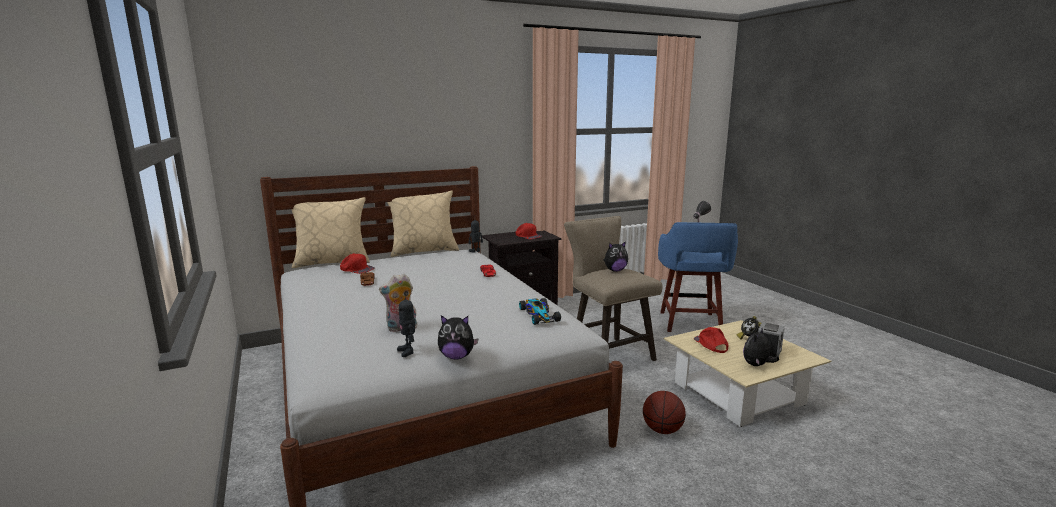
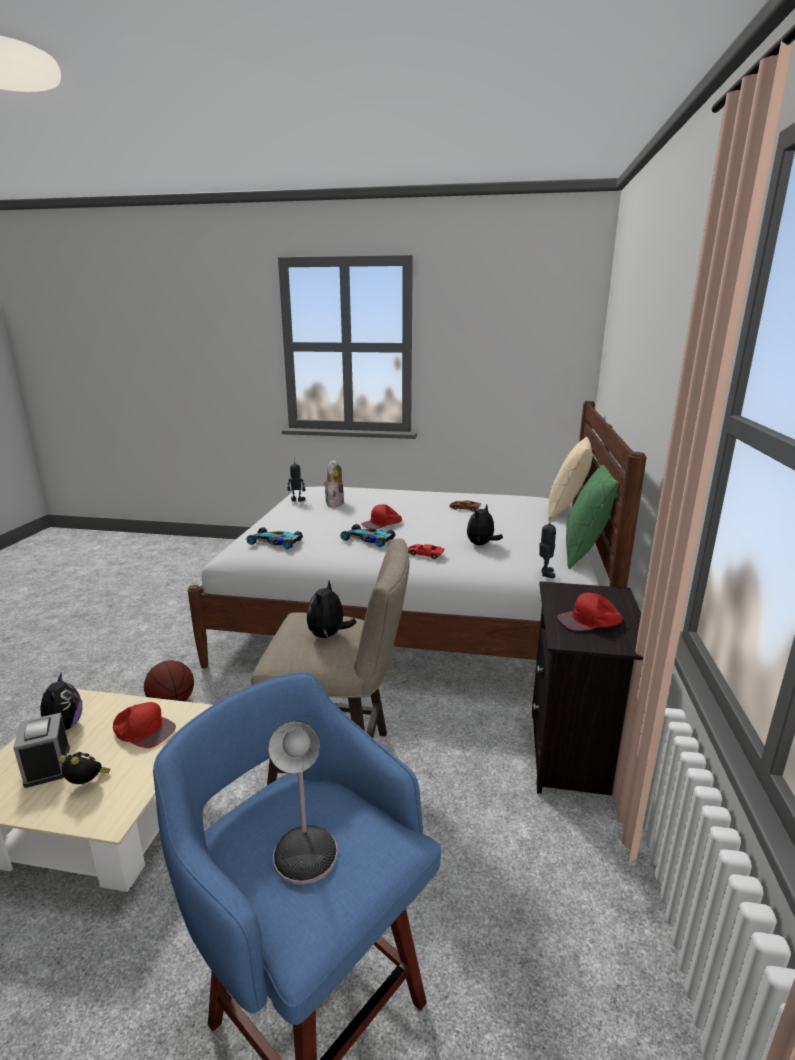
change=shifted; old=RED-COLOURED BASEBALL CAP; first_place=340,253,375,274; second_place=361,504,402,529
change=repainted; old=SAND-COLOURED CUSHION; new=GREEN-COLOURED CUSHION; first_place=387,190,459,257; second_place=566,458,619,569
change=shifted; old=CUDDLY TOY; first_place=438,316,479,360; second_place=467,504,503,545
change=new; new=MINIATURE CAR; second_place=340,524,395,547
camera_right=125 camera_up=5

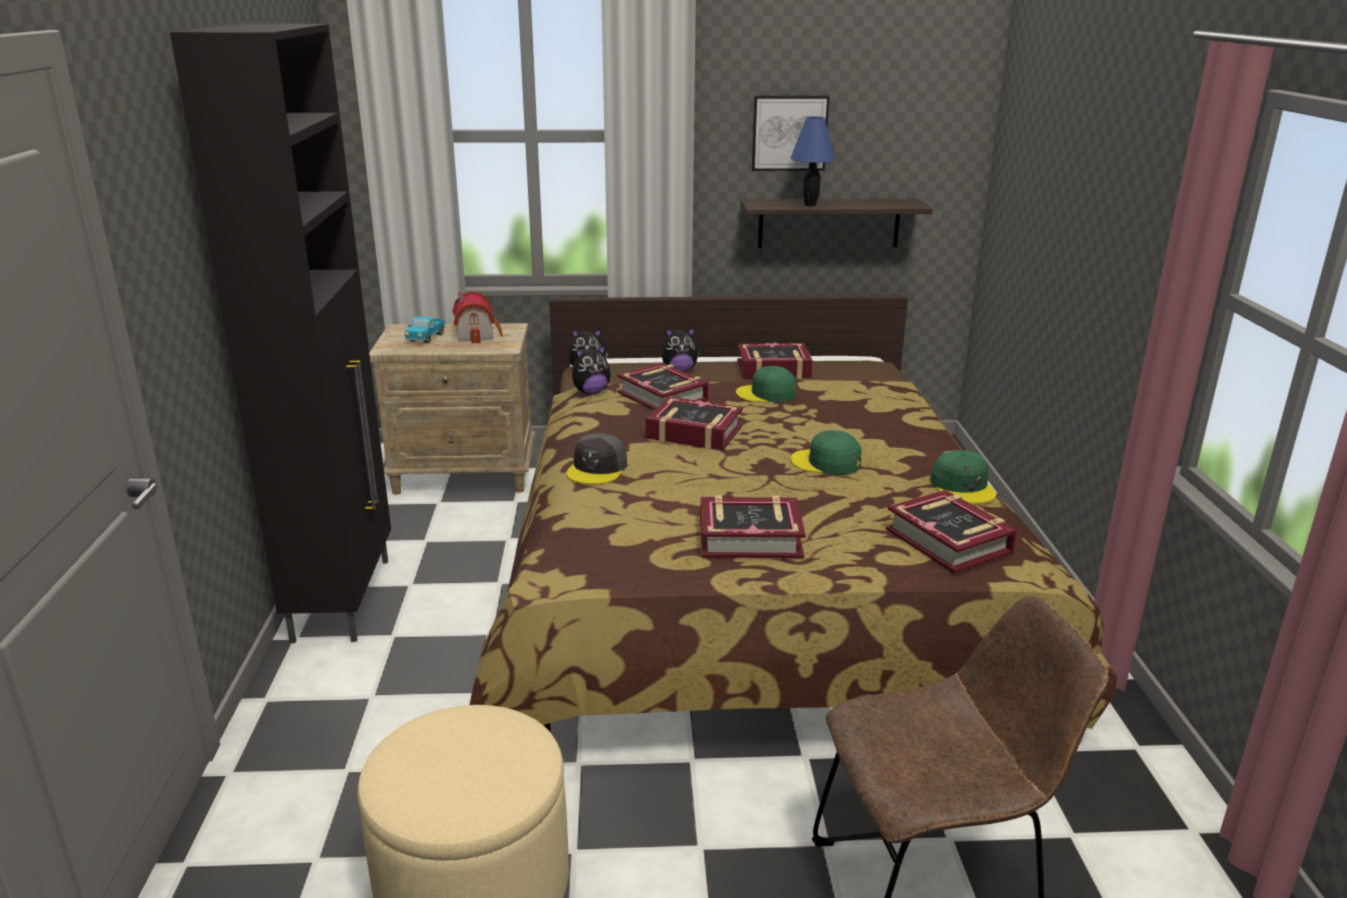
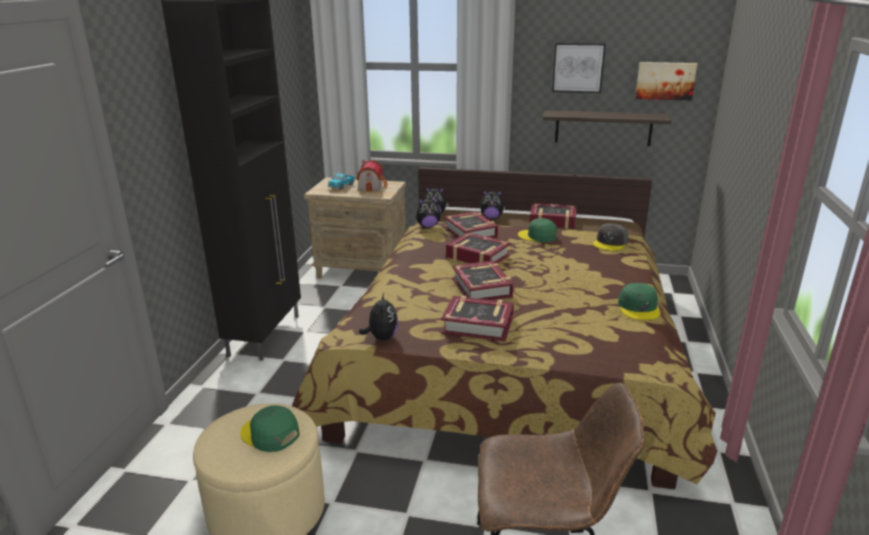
change=shifted; old=GRAY BASEBALL CAP; first_place=566,433,627,484; second_place=593,223,629,251
change=gone; old=BLUISH TABLETOP LAMP; first_place=791,116,836,206
change=shifted; old=GREEN-COLOURED BASEBALL CAP; first_place=791,430,862,475; second_place=240,405,300,452
change=shifted; old=BOUND BOOK; first_place=886,490,1017,574; second_place=452,261,514,300
change=new; new=CUDDLY TOY; second_place=359,293,398,340
change=new; new=PICTURE; second_place=636,62,697,100
camera_right=15 camera_up=0

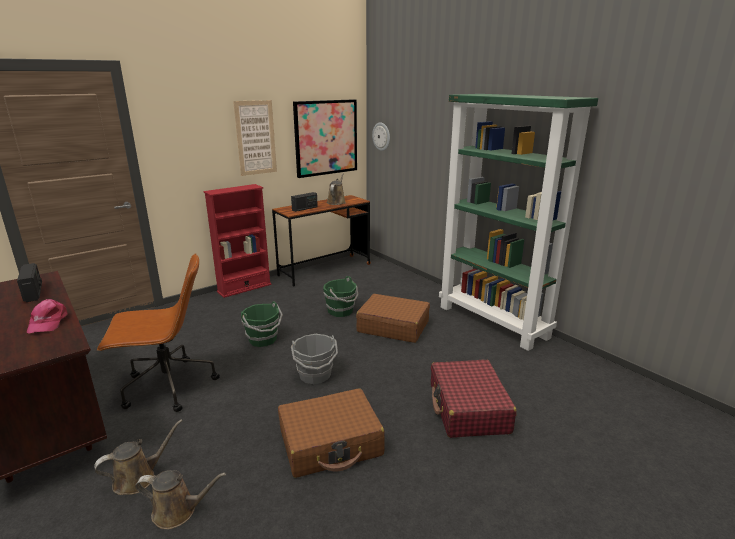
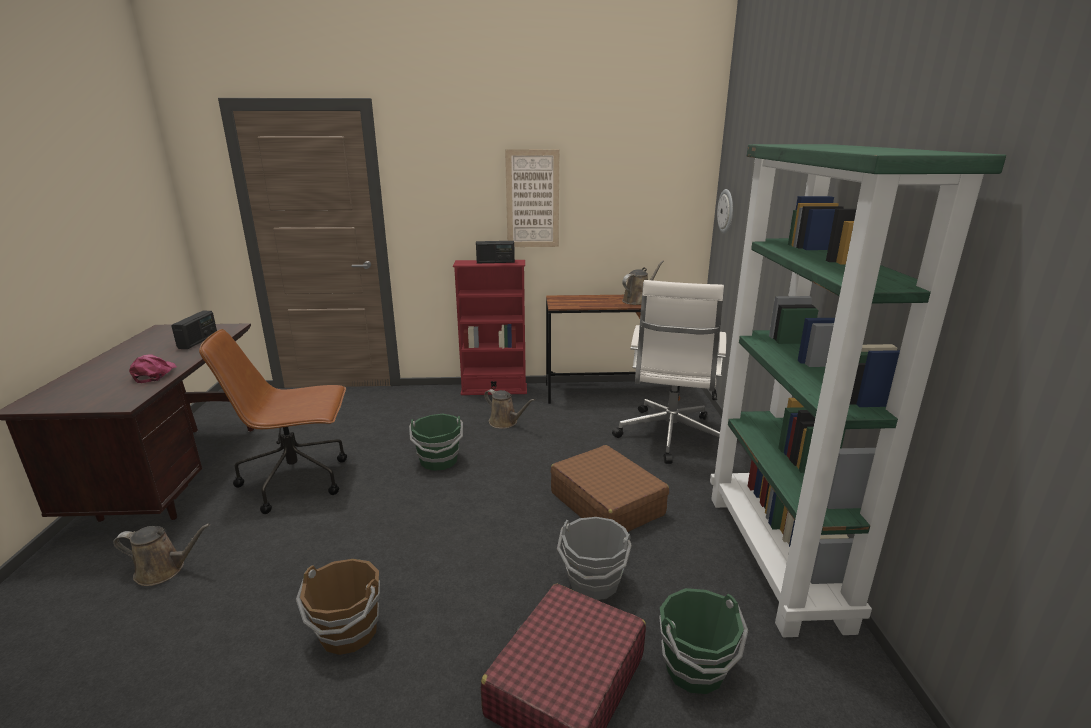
change=rotated; old=PINKISH BASEBALL CAP; first_place=27,299,68,333; second_place=129,354,177,383; degrees=150
change=rotated; old=BROWNISH COMPUTER CHAIR; first_place=97,253,220,412; second_place=199,329,347,514; degrees=150
change=shifted; old=BROWNISH SPRINKLING CAN; first_place=135,470,226,529; second_place=484,389,535,429
change=swapped; old=BROWNISH PIECE OF LUGGAGE; new=BROWNISH WATER BUCKET; first_place=278,388,385,478; second_place=296,559,380,655
change=shifted; old=RADIO SET; first_place=291,192,318,212; second_place=476,241,515,263
change=shifted; old=GRAY WATER BUCKET; first_place=291,334,338,384; second_place=557,517,632,600
change=gone; old=PICTURE; first_place=293,99,357,178
change=shifted; old=GREEN-COLOURED WATER BUCKET; first_place=323,276,358,317; second_place=659,588,748,694
change=new; new=WHITE-COLOURED COMPUTER CHAIR; second_place=612,280,726,464
camera_right=35 camera_up=0

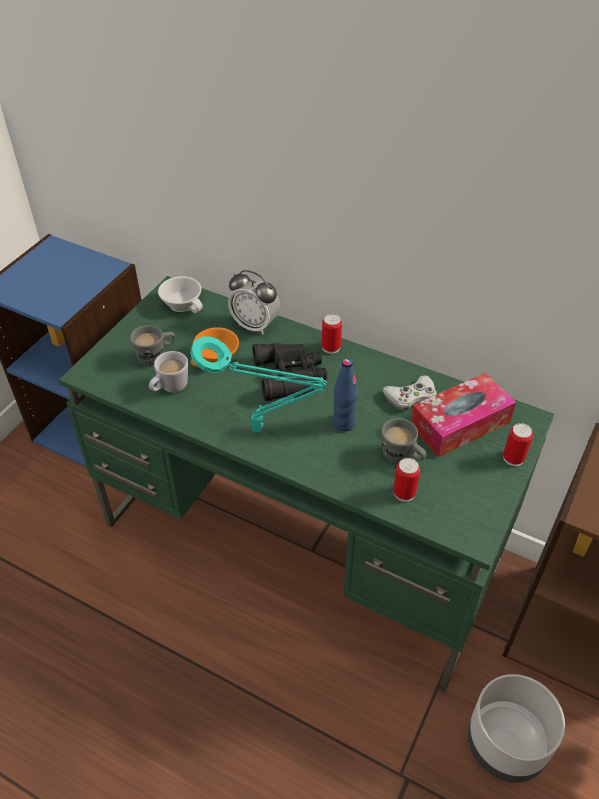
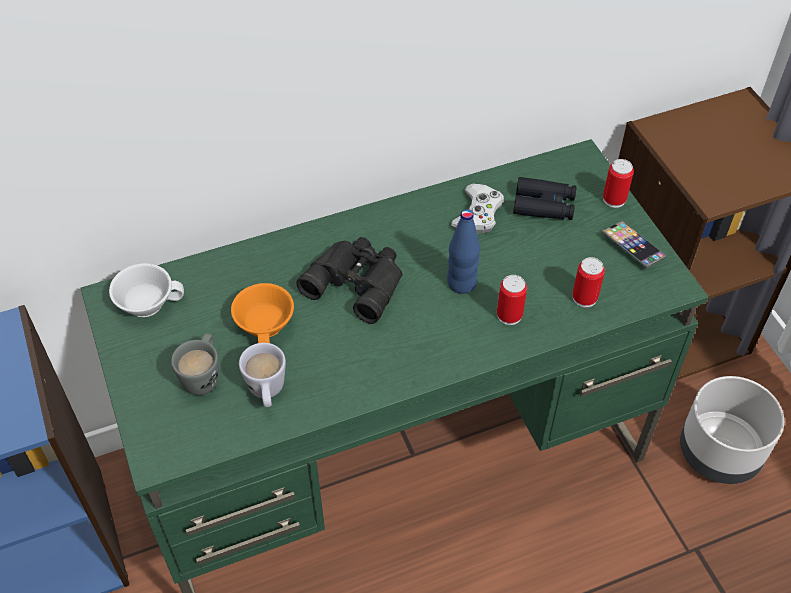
change=gone; old=BLUE-GREEN TABLETOP LAMP; first_place=190,336,327,433
change=gone; old=TABLE CLOCK; first_place=228,270,280,335
change=shifted; old=CAN; first_place=322,314,342,354; second_place=497,275,527,325
change=gone; old=GRAY TEA MUG; first_place=381,418,426,463
change=swapped; old=TISSUE BOX; new=BLACK BINOCULARS; first_place=411,373,516,457; second_place=513,177,576,220
change=new; new=PHONE; second_place=601,221,668,269
camera_right=-50 camera_up=5

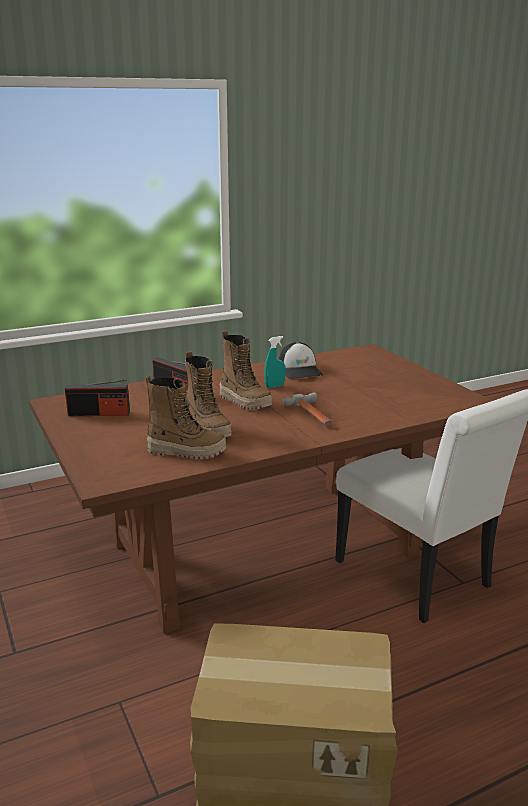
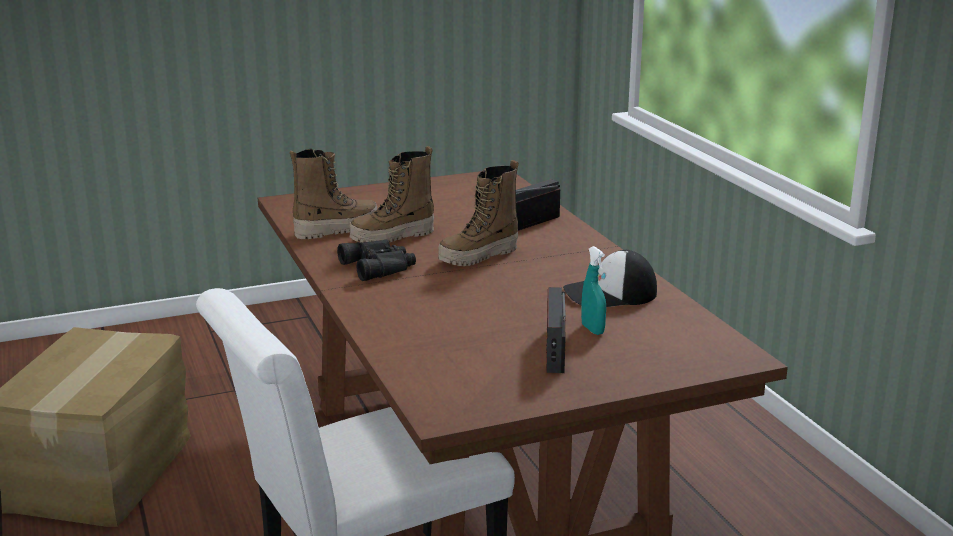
change=shifted; old=RADIO SET; first_place=65,380,130,416; second_place=546,287,566,373
change=rotated; old=HIGH-TOP BOOT; first_place=146,375,226,459; second_place=290,149,377,239; degrees=-135
change=shifted; old=BLUE-GREEN SPRAYER; first_place=265,336,286,388; second_place=581,246,606,335
change=gone; old=TOOL HAMMER; first_place=283,392,333,426
change=new; new=BLACK BINOCULARS; second_place=337,239,416,281
camera_right=95 camera_up=0

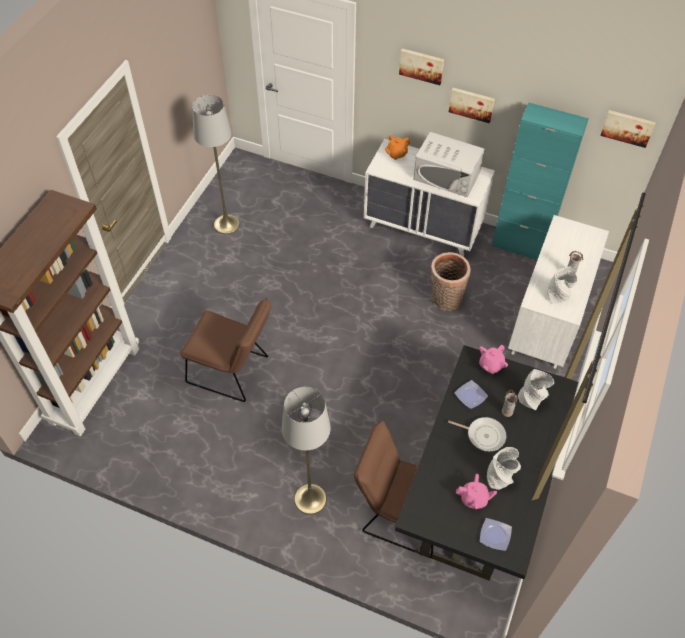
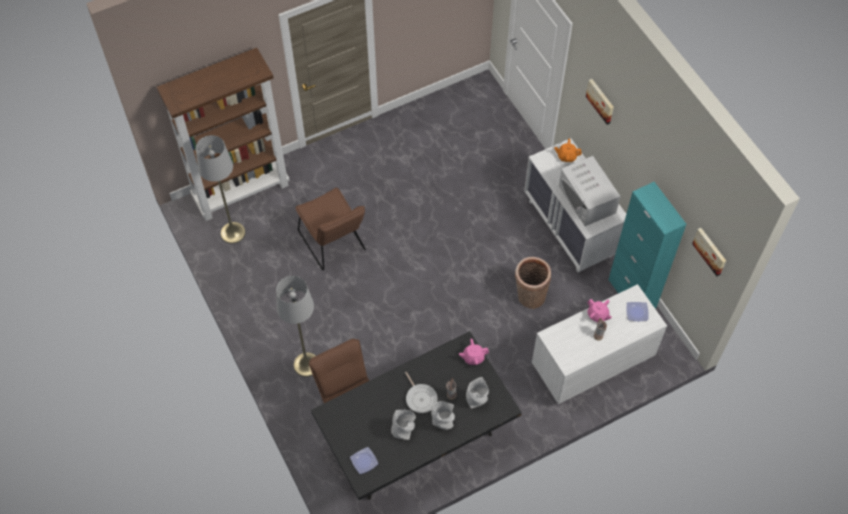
change=shifted; old=GRAY STANDING LAMP; first_place=192,95,240,234; second_place=196,135,246,244
change=gone; old=PICTURE; first_place=449,88,495,123
change=shifted; old=FLAT DISH; first_place=454,380,488,409; second_place=626,302,649,321
change=shifted; old=PINKISH TEAPOT; first_place=456,474,497,509; second_place=587,299,612,323
change=shifted; old=GRAY FLOWER VASE; first_place=547,266,577,304; second_place=431,401,455,430
camera_right=40 camera_up=5

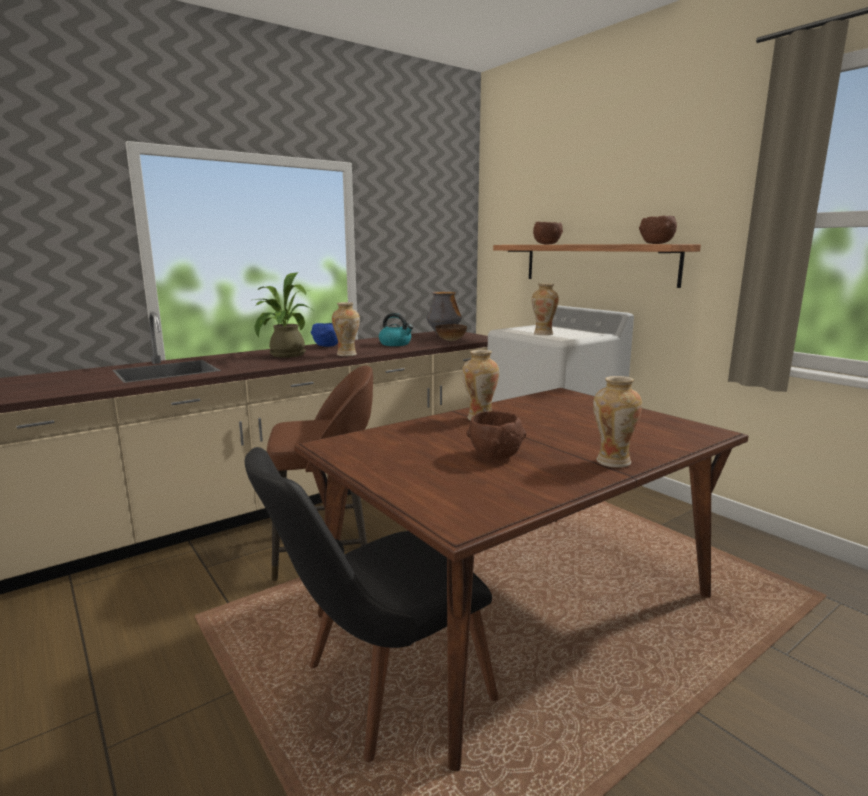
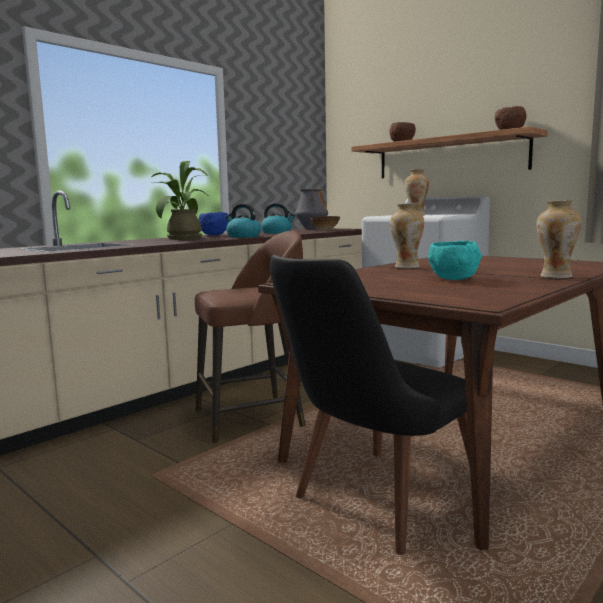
change=swapped; old=FLOWER VASE; new=WATER KETTLE; first_place=332,302,360,356; second_place=225,203,261,238
change=repainted; old=BROWNISH DEEP DISH; new=BLUE-GREEN DEEP DISH; first_place=466,411,527,460; second_place=428,240,482,280
camera_right=-10 camera_up=-5

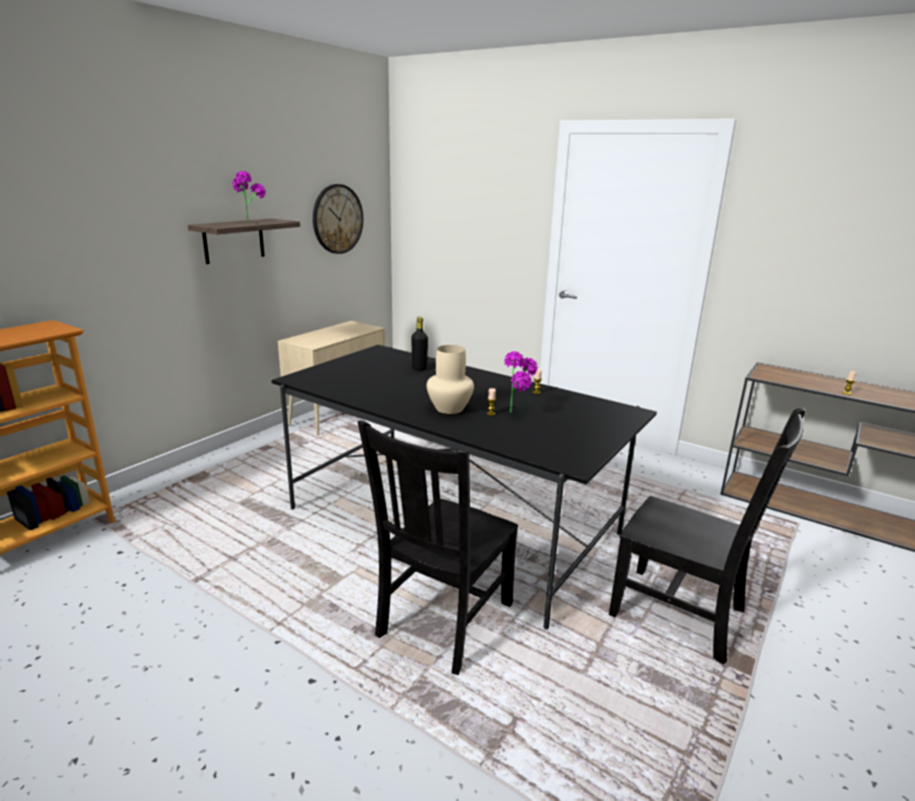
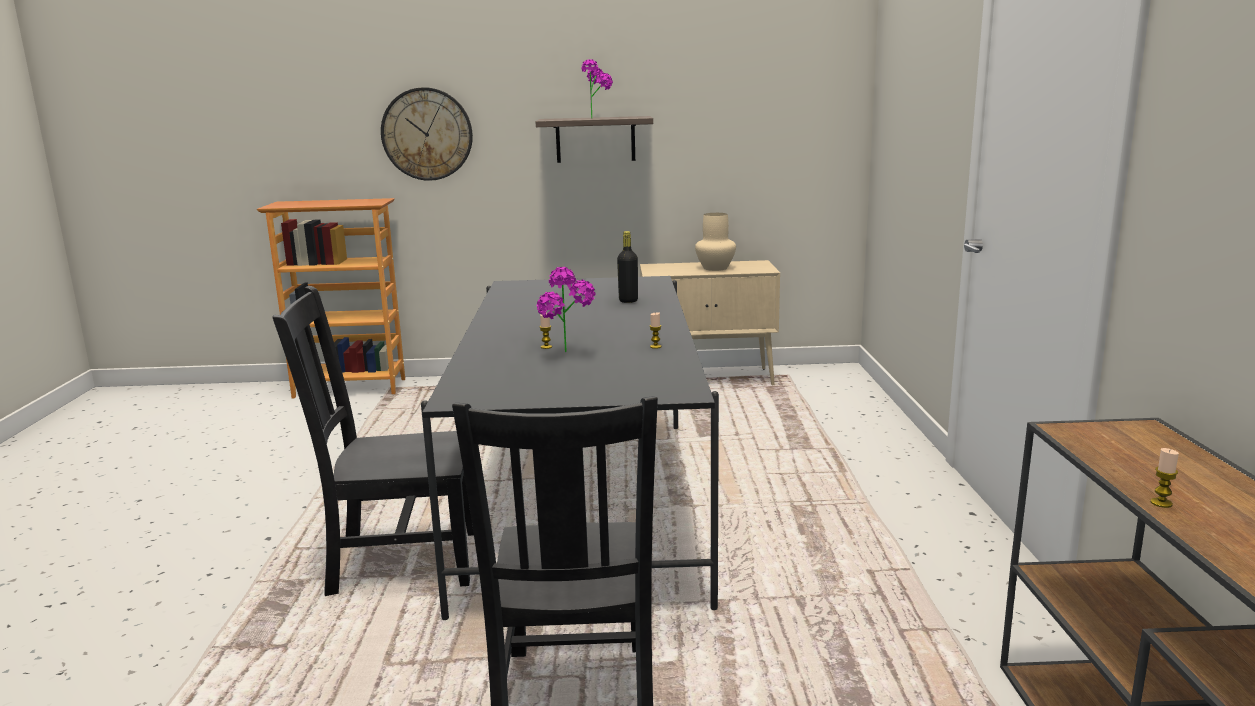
change=shifted; old=CLOCK ON THE WALL; first_place=313,184,363,254; second_place=381,87,473,181
change=shifted; old=SAND-COLOURED FLOWER VASE; first_place=427,345,474,414; second_place=695,213,736,271
camera_right=55 camera_up=-5

